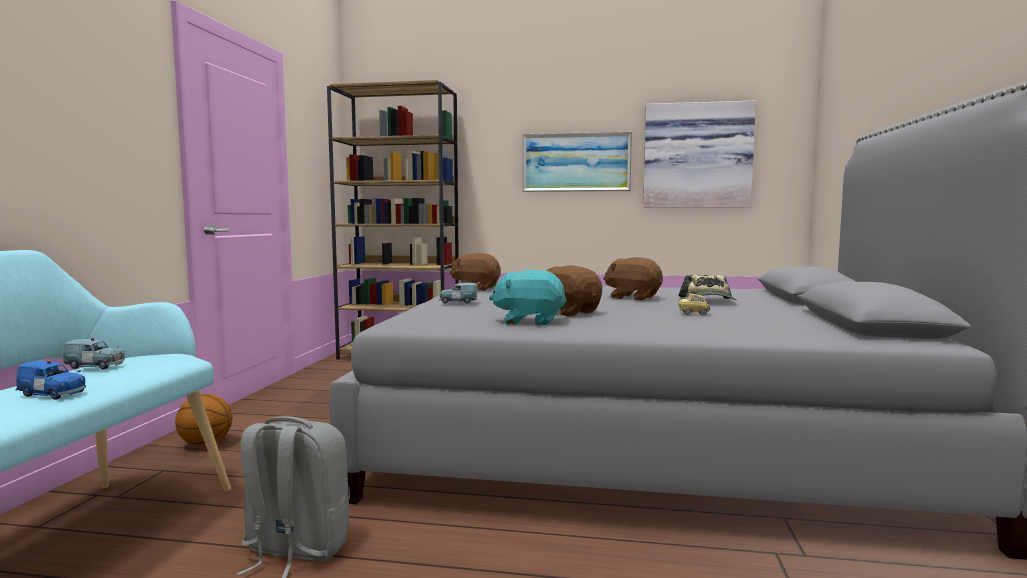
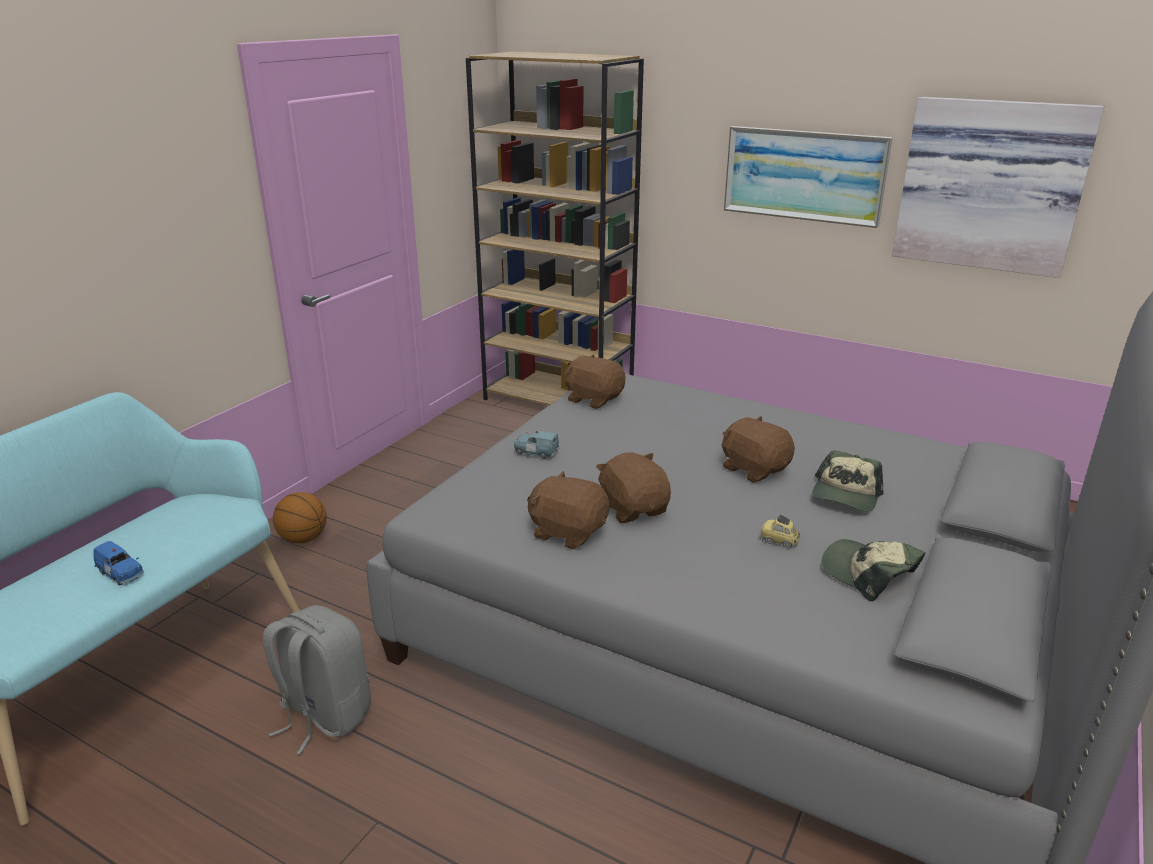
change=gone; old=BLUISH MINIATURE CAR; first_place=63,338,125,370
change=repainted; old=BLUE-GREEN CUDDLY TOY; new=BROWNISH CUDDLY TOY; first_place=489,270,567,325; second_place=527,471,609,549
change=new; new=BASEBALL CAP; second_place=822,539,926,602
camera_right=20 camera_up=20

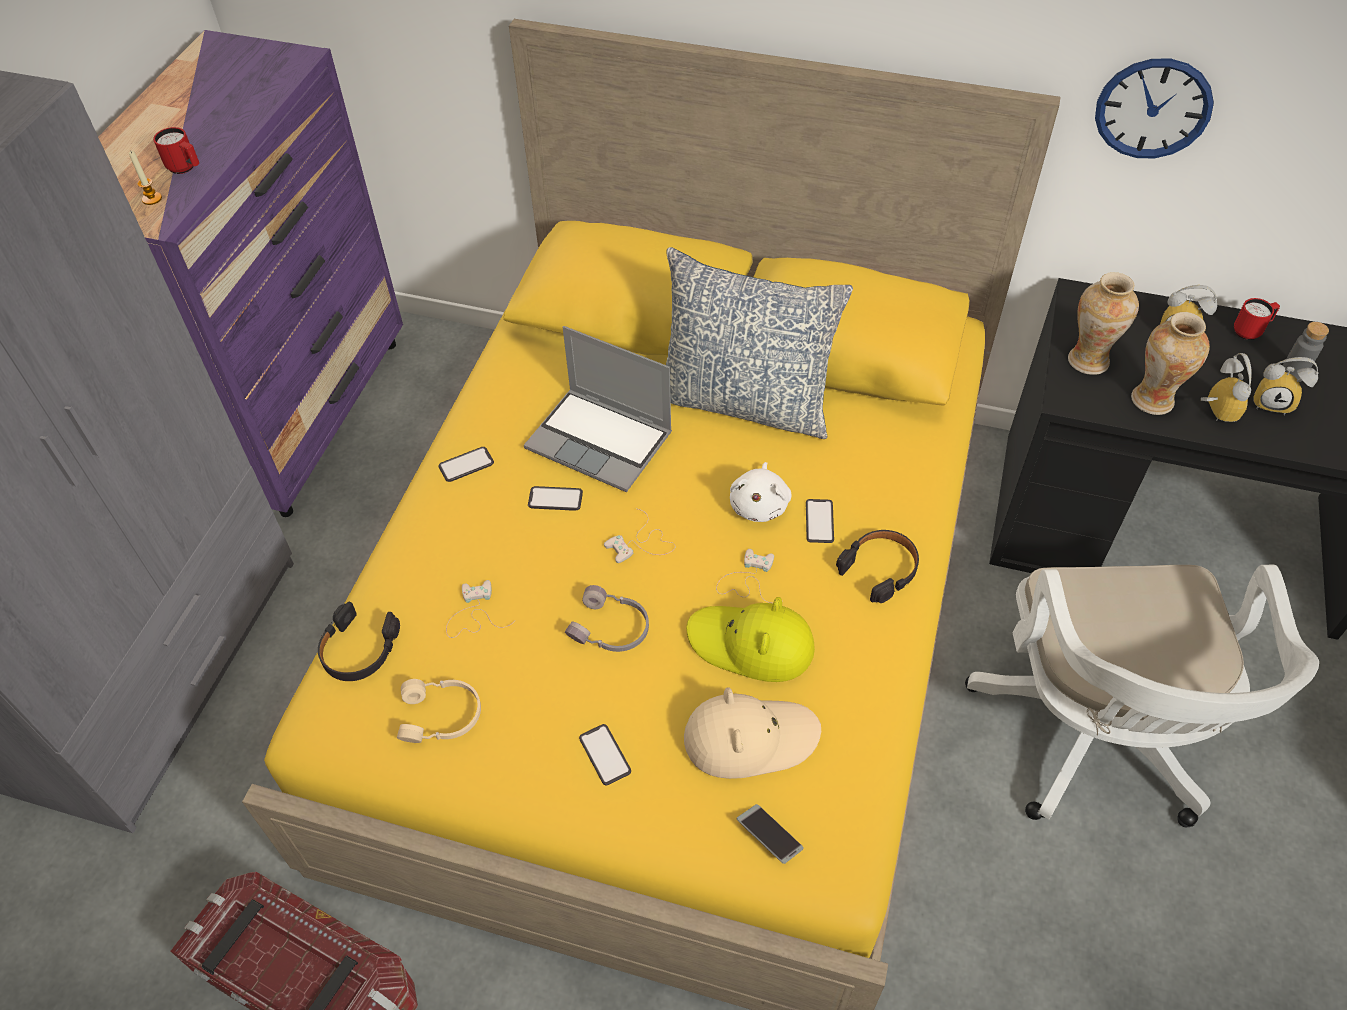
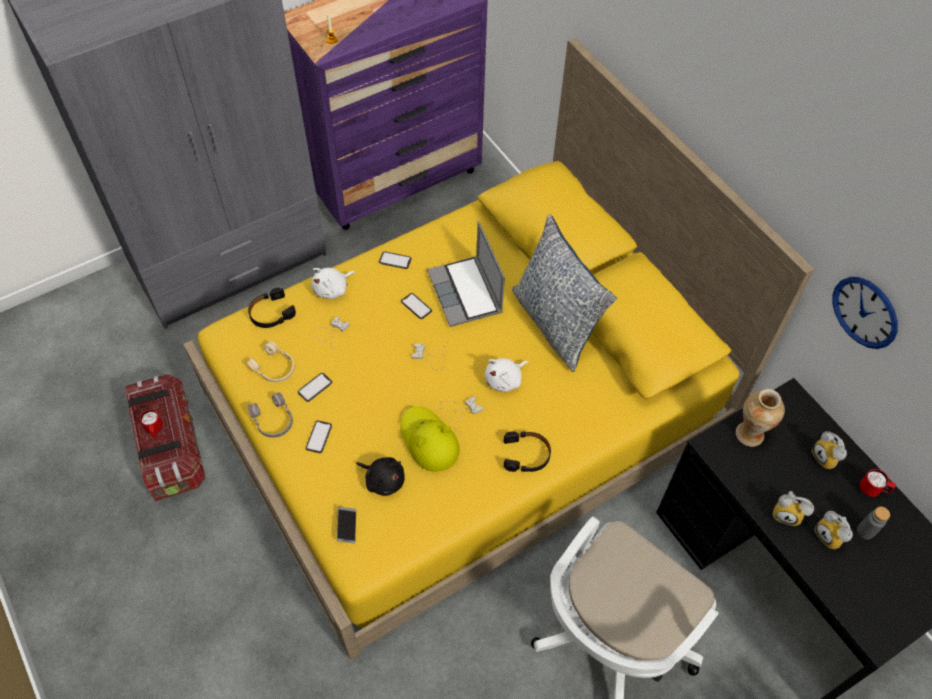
change=shifted; old=RED-COLOURED TEA MUG; first_place=153,127,199,174; second_place=140,410,163,438
change=shifted; old=GRAY HEADPHONES; first_place=565,585,649,652; second_place=248,392,293,438
change=swapped; old=SAND-COLOURED HAT; new=BLACK CUDDLY TOY; first_place=684,687,821,779; second_place=356,457,404,496
change=shifted; old=PHONE; first_place=806,499,834,543; second_place=298,373,332,402
change=gone; old=FLOWER VASE; first_place=1131,312,1210,415
change=rotated; old=TABLE CLOCK; first_place=1201,353,1252,422; second_place=773,491,814,526; degrees=75
change=new; new=WHITE-COLOURED CUDDLY TOY; second_place=311,268,356,299
camera_right=40 camera_up=5

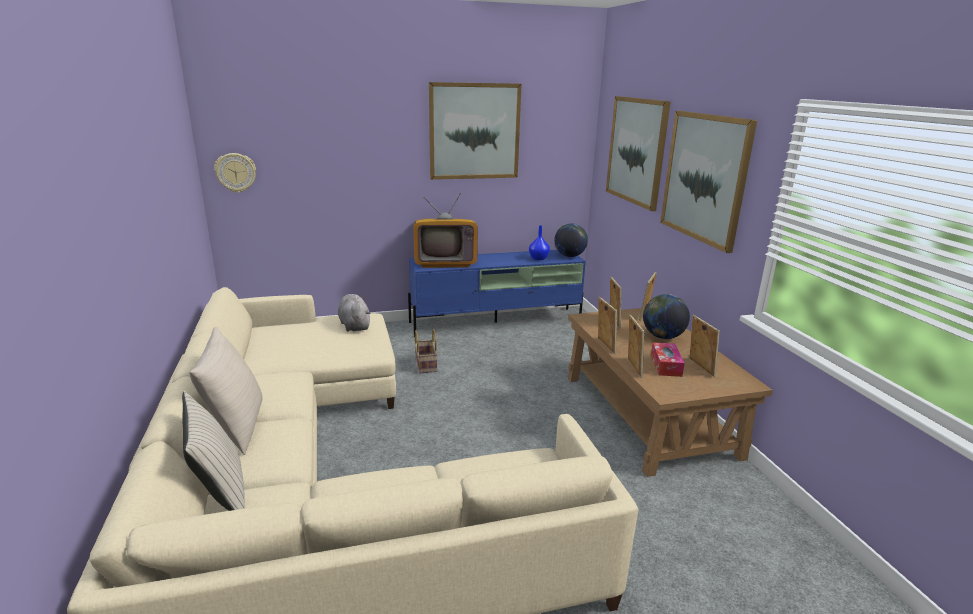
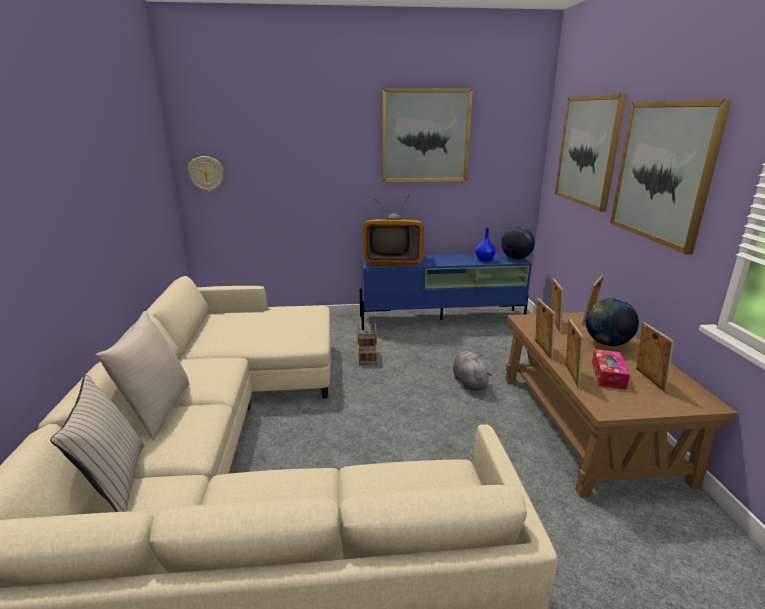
change=shifted; old=GRAY CUDDLY TOY; first_place=338,294,370,332; second_place=453,351,492,391
camera_right=10 camera_up=0

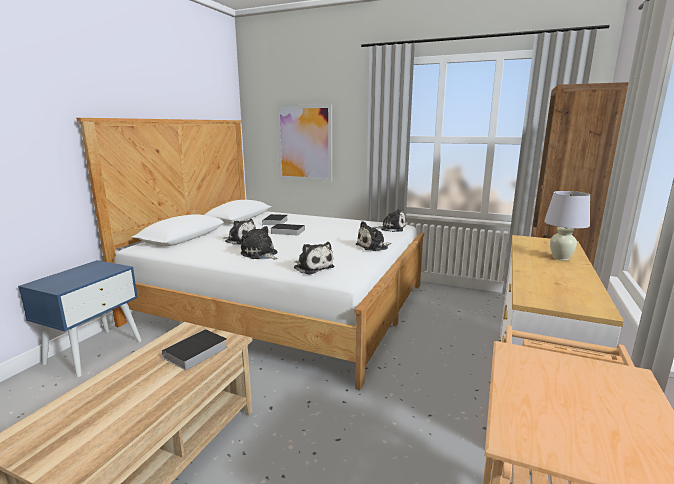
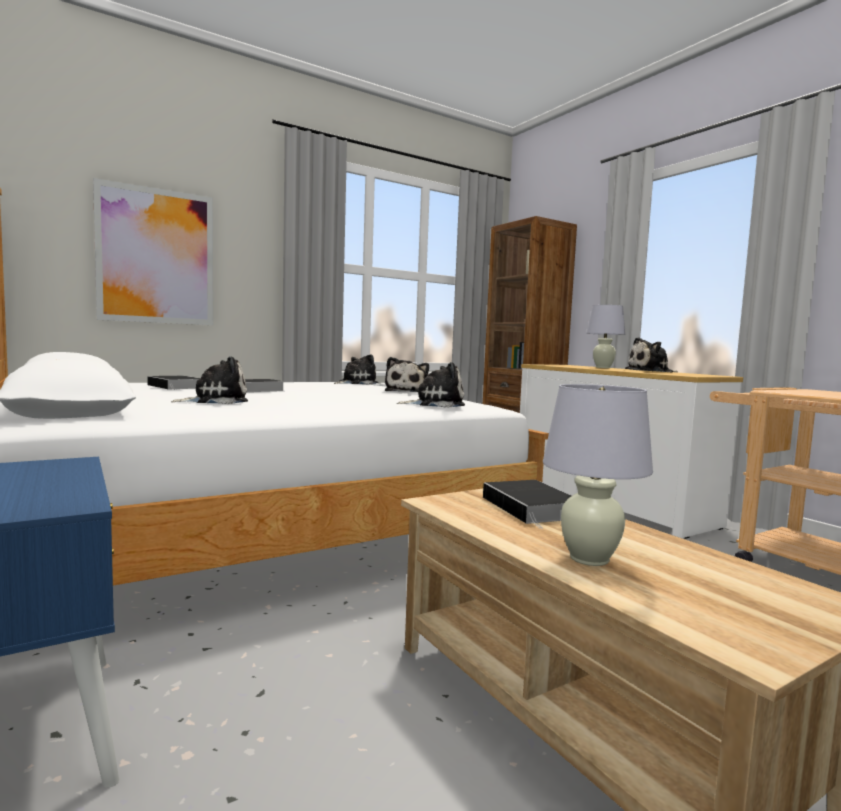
change=shifted; old=CUDDLY TOY; first_place=241,226,278,259; second_place=625,337,677,372
change=new; new=WHITE-COLOURED TABLETOP LAMP; second_place=543,384,653,566
camera_right=-55 camera_up=-10

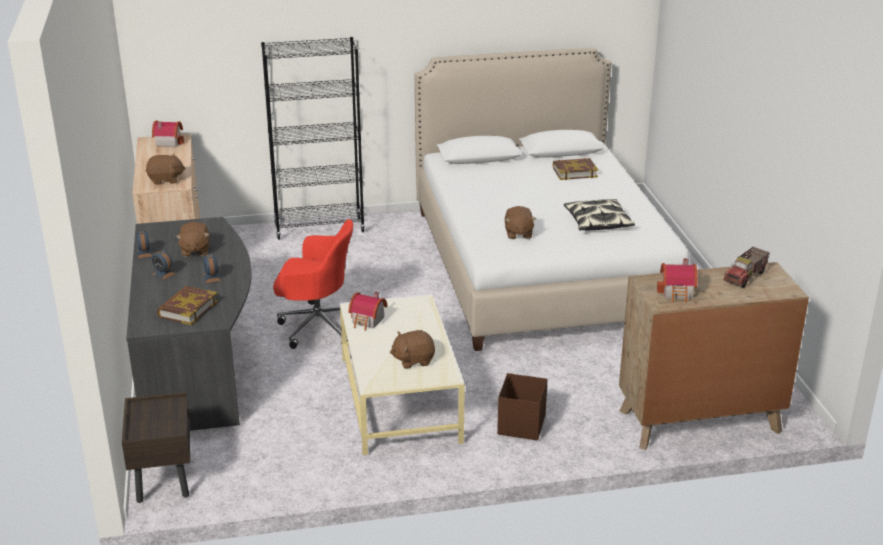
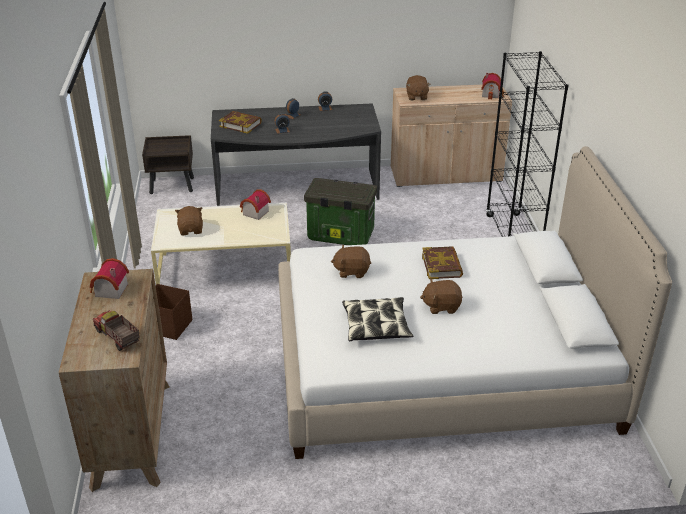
change=shifted; old=BROWNISH CUDDLY TOY; first_place=176,222,209,257; second_place=420,279,463,314
change=swapped; old=RED-COLOURED COMPUTER CHAIR; new=STORAGE BIN; first_place=273,219,353,349; second_place=304,178,377,245
change=shifted; old=BOUND BOOK; first_place=553,158,598,180; second_place=422,246,463,279
camera_right=95 camera_up=5

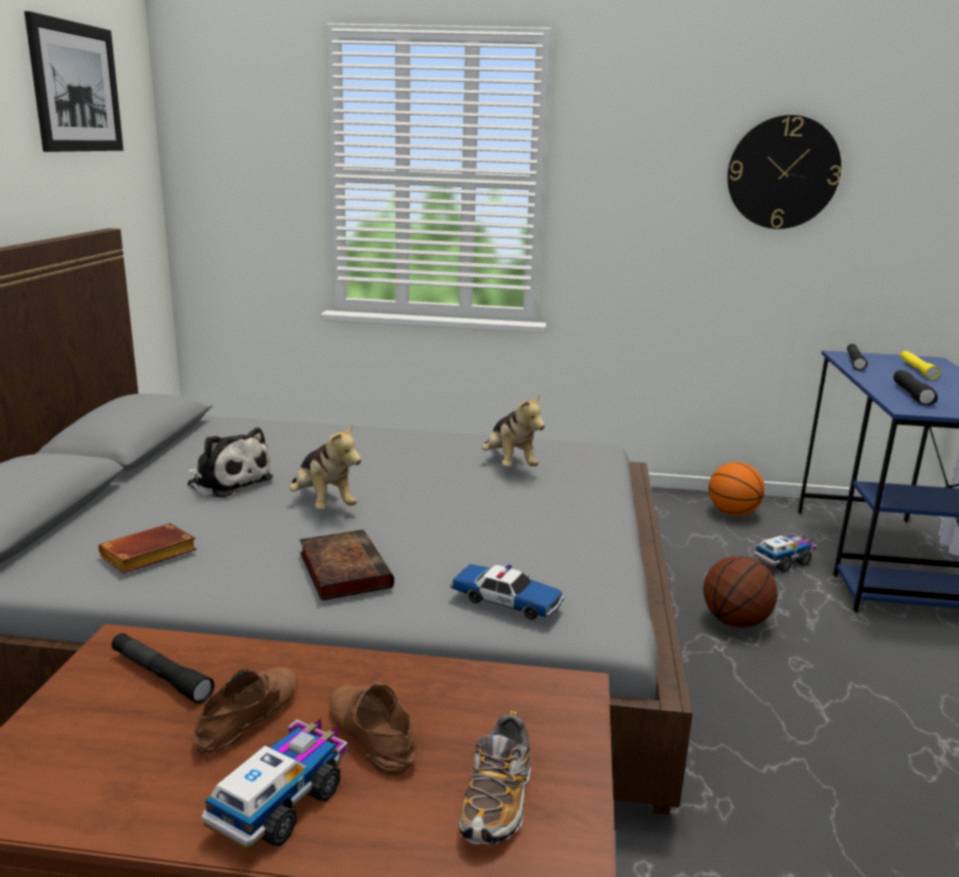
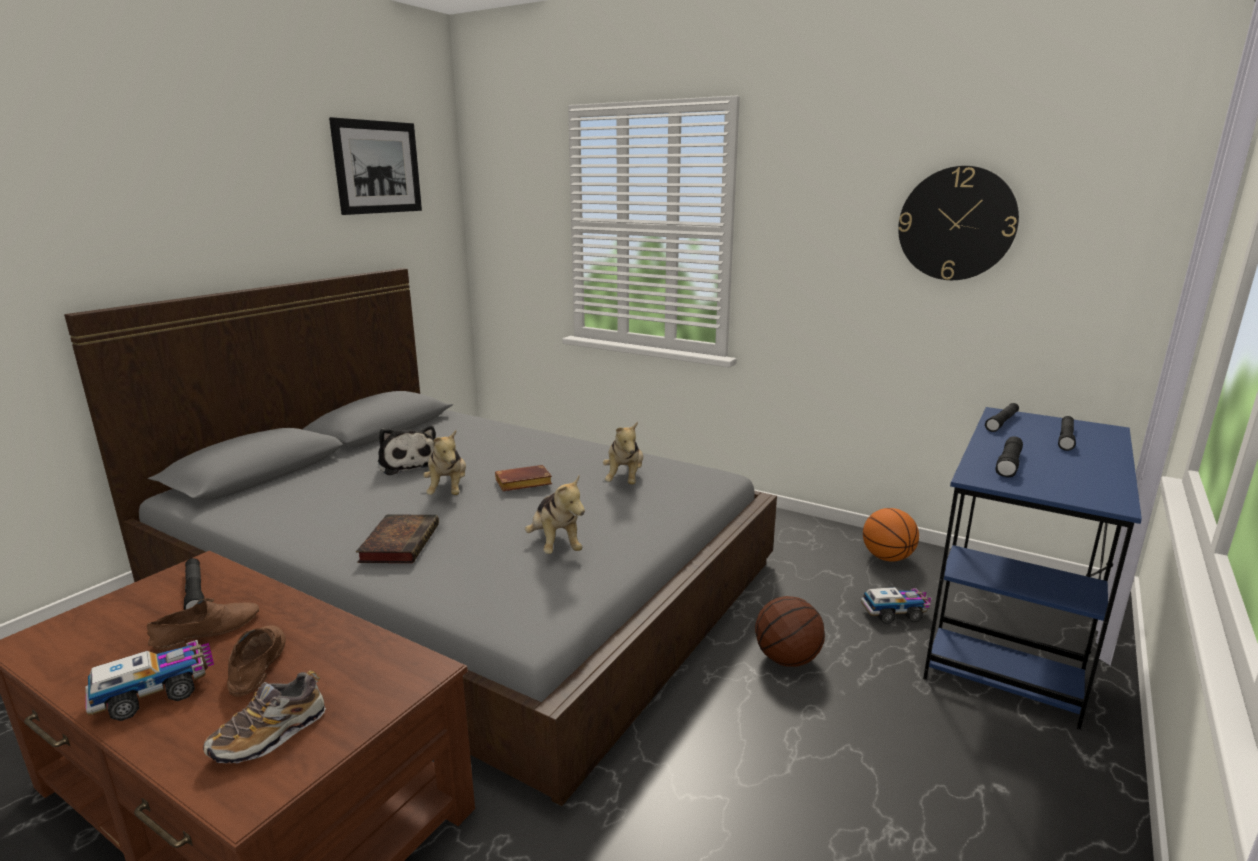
change=shifted; old=BROWNISH BOUND BOOK; first_place=98,523,197,573; second_place=495,465,552,491
change=gone; old=MINIATURE CAR; first_place=450,564,564,620
change=repainted; old=YELLOW-COLOURED FLASHLIGHT; new=BLACK FLASHLIGHT; first_place=900,351,941,380; second_place=1058,416,1076,451
change=new; new=CUDDLY TOY; second_place=525,476,585,554
camera_right=25 camera_up=0

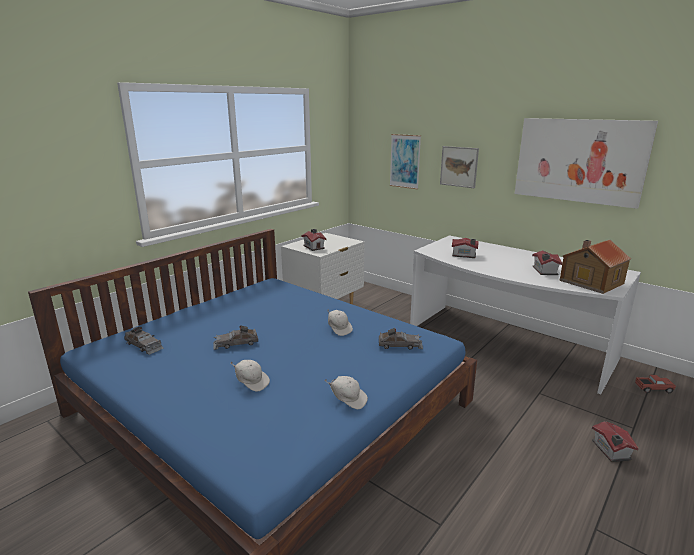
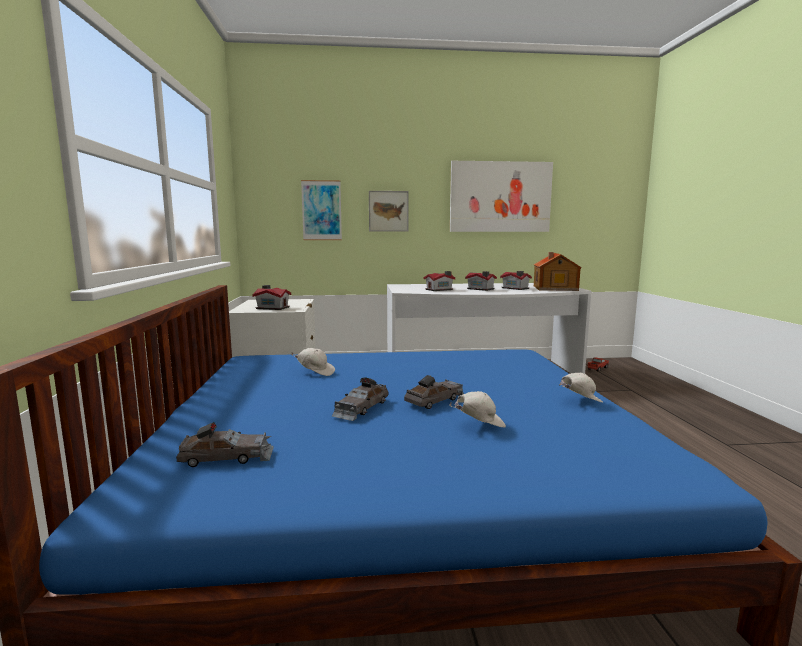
change=shifted; old=WHITE-COLOURED BASEBALL CAP; first_place=327,310,353,336; second_place=291,348,335,376
change=shifted; old=GRAY MINIATURE CAR; first_place=379,328,423,350; second_place=404,375,464,409
change=shifted; old=MINIATURE HOUSE; first_place=592,421,639,462; second_place=465,271,497,291
camera_right=-45 camera_up=-10

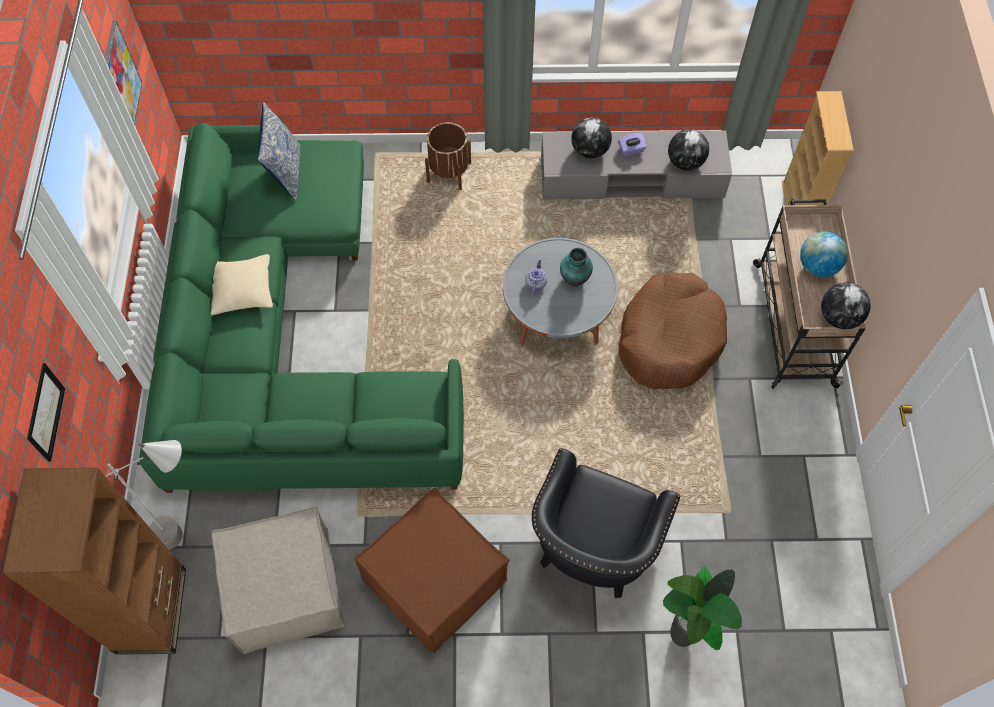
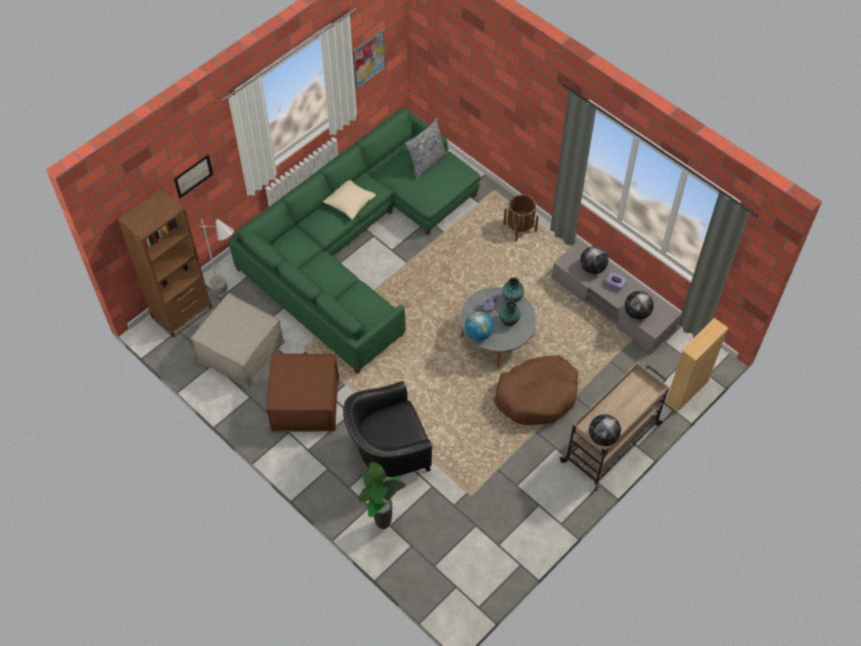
change=shifted; old=GLOBE; first_place=800,231,848,277; second_place=465,312,494,341
change=new; new=FLOWER VASE; second_place=502,277,524,302
camera_right=45 camera_up=-5

